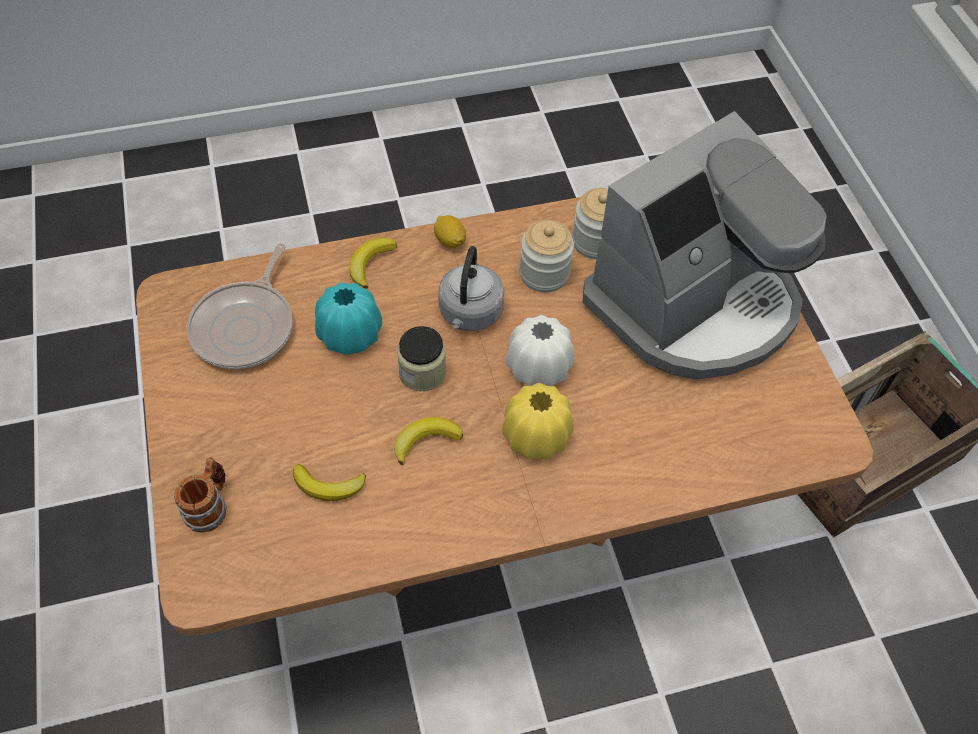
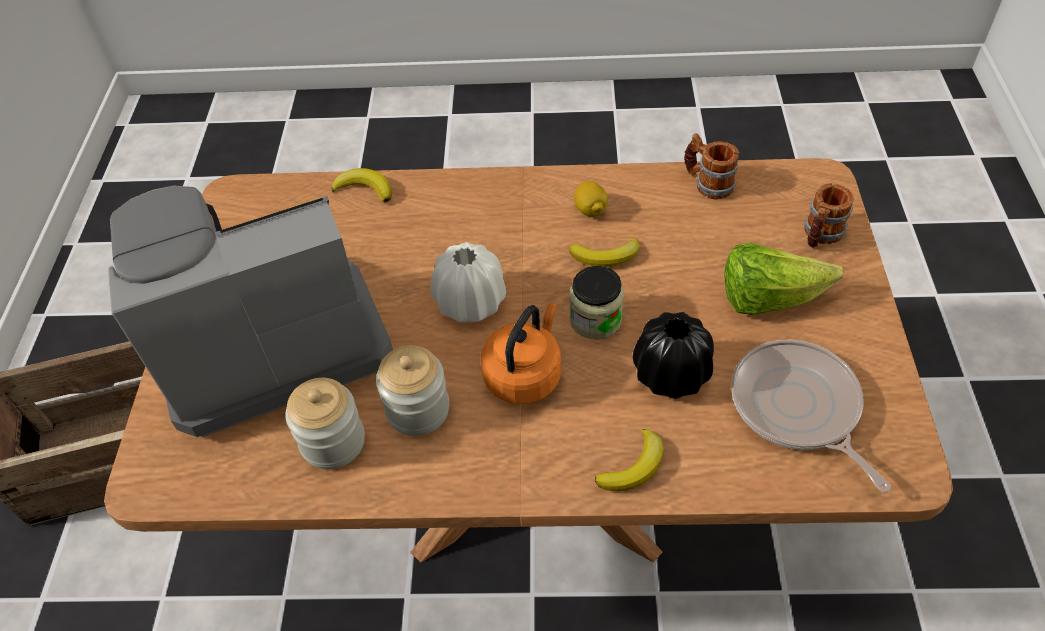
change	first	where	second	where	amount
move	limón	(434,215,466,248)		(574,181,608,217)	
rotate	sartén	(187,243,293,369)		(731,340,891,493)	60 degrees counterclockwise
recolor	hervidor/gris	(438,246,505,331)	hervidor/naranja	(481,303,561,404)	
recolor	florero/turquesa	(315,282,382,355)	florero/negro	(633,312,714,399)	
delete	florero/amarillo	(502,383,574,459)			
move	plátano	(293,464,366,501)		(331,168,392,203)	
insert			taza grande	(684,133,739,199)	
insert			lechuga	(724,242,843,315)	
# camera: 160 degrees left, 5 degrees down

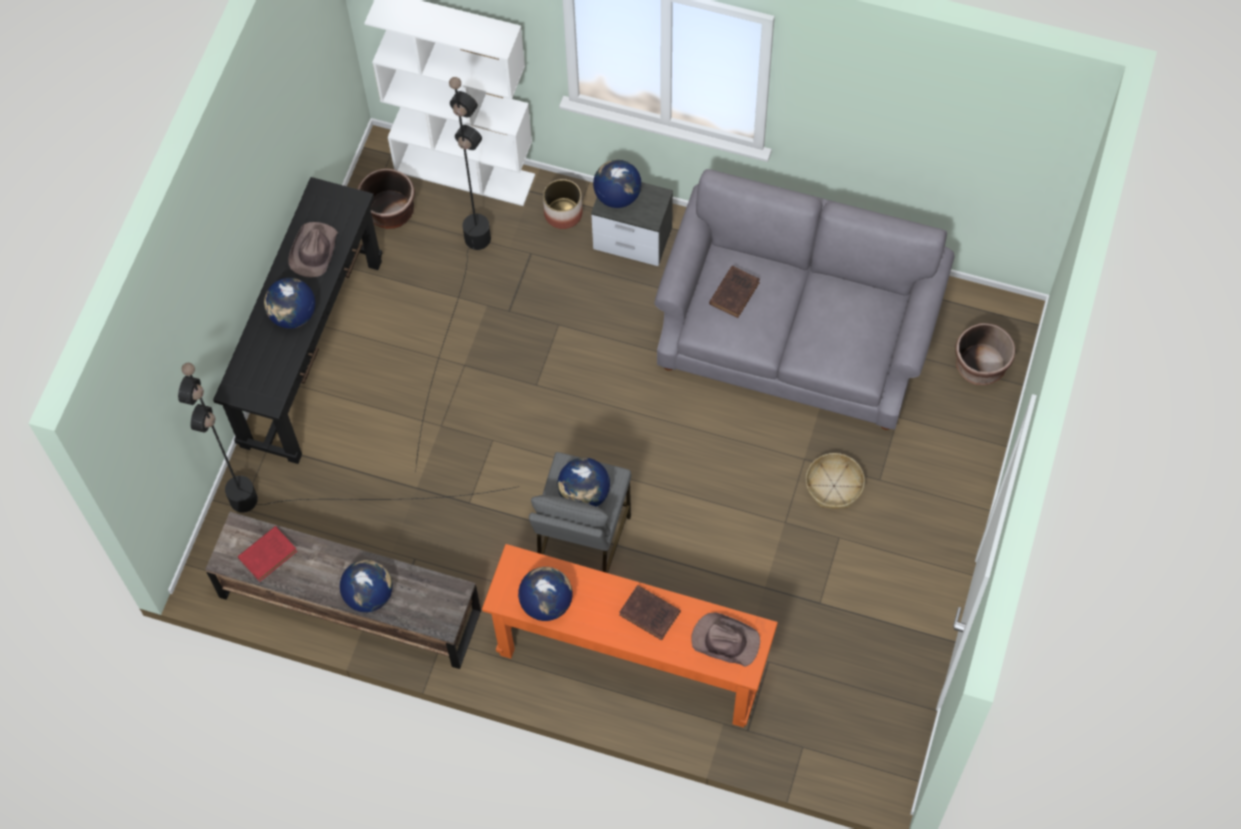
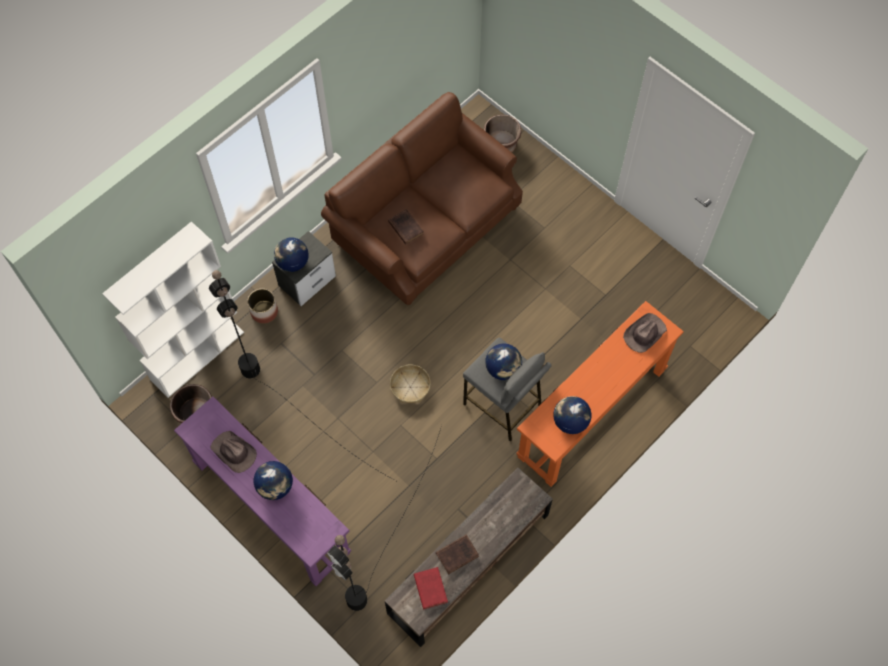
change	first	where	second	where	amount
recolor	sofá/gris	(654,169,955,430)	sofá/marrón	(321,92,523,305)	
recolor	mesa consola/negro	(213,177,382,464)	mesa consola/morado	(174,397,351,586)	
move	cesta	(806,453,865,509)		(390,364,431,403)	
delete	globo terráqueo	(340,560,393,612)			
move	libro/marrón	(619,585,681,640)		(436,535,479,574)	
# camera: 65 degrees left, 0 degrees up

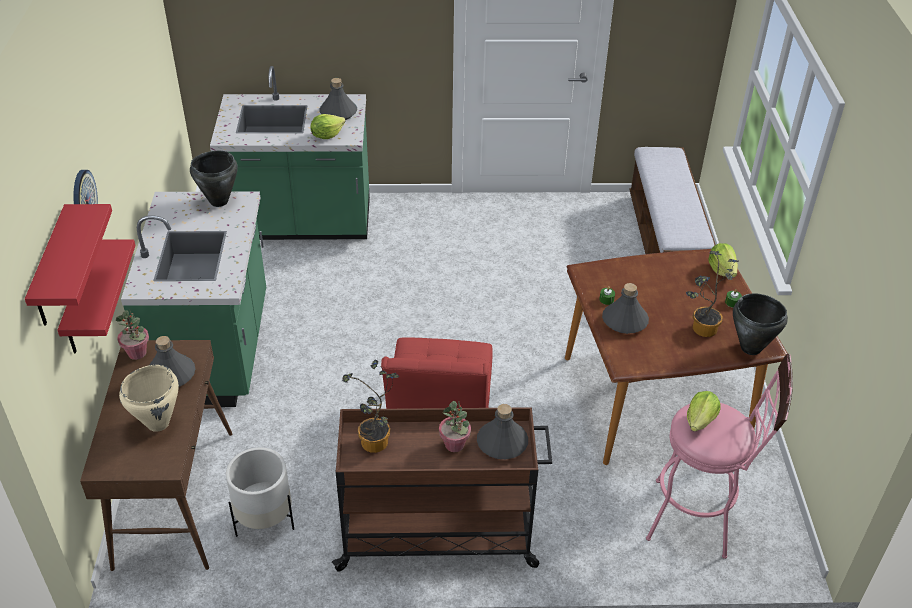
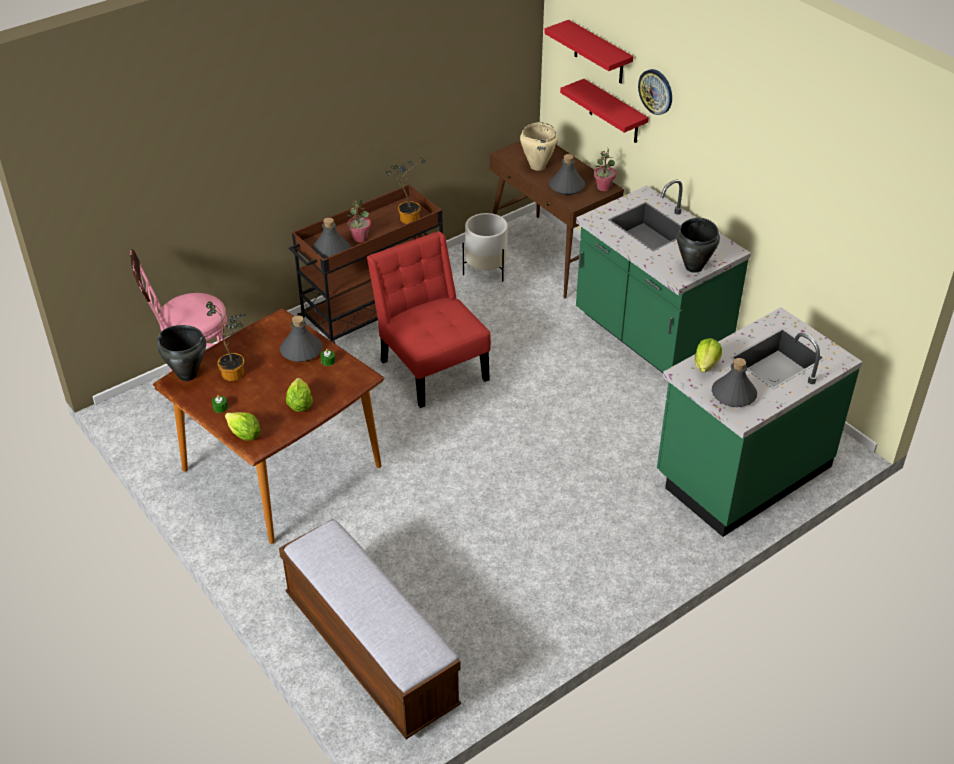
change	first	where	second	where	amount
move	lechuga	(687,391,721,432)		(286,378,313,412)	
# camera: 145 degrees right, 0 degrees up

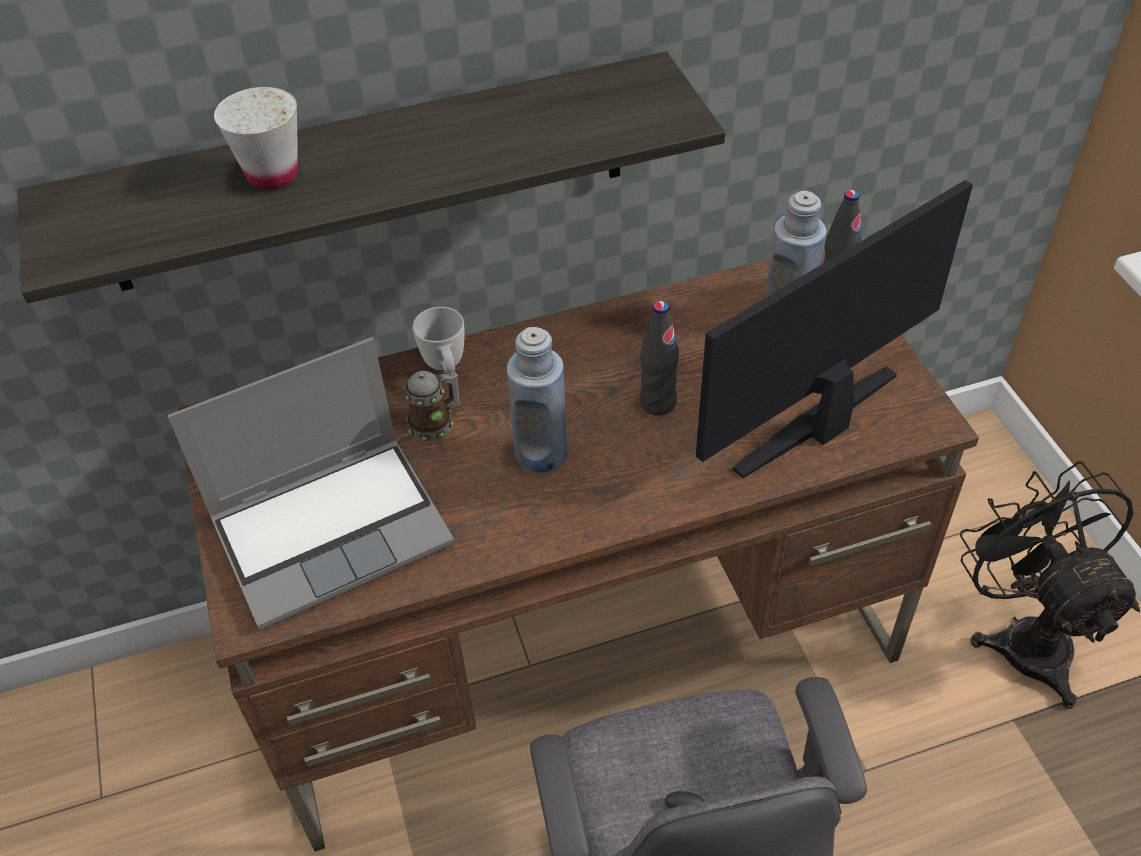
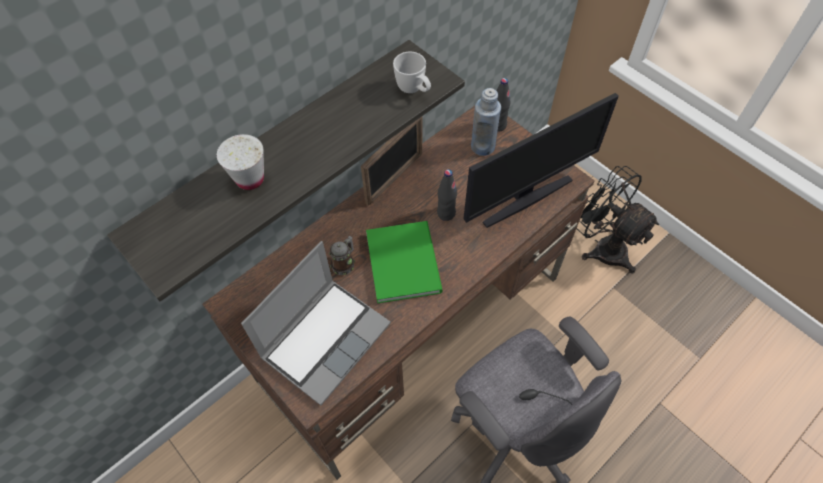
change	first	where	second	where	amount
rotate	monitor	(696,180,973,478)		(464,93,619,228)	150 degrees counterclockwise
move	taza grande/blanco	(412,307,464,373)		(393,52,431,93)	
replace	botella/azul	(507,327,567,473)	libro/verde	(366,221,443,304)	
insert			portarretratos	(361,117,422,206)	
# camera: 25 degrees left, 10 degrees up

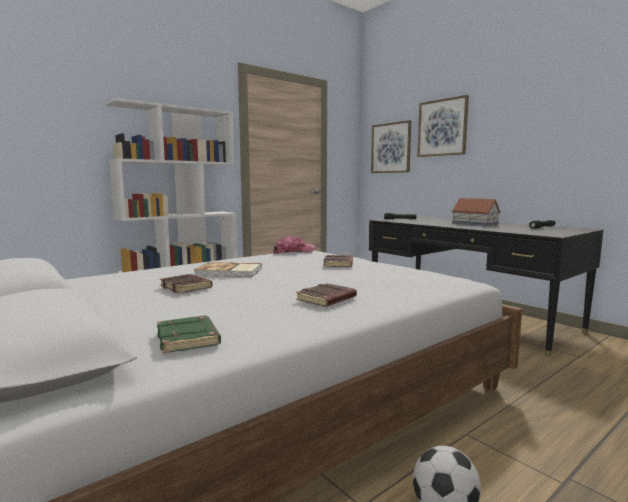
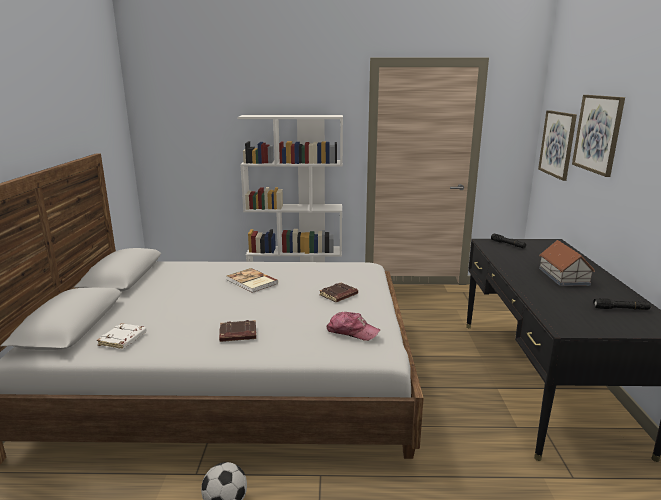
change	first	where	second	where	amount
move	gorra	(273,236,315,254)		(327,312,380,341)	
delete	libro/marrón	(160,274,212,294)			
recolor	libro/verde	(157,316,221,354)	libro/blanco	(97,323,147,349)	
# camera: 40 degrees right, 10 degrees up

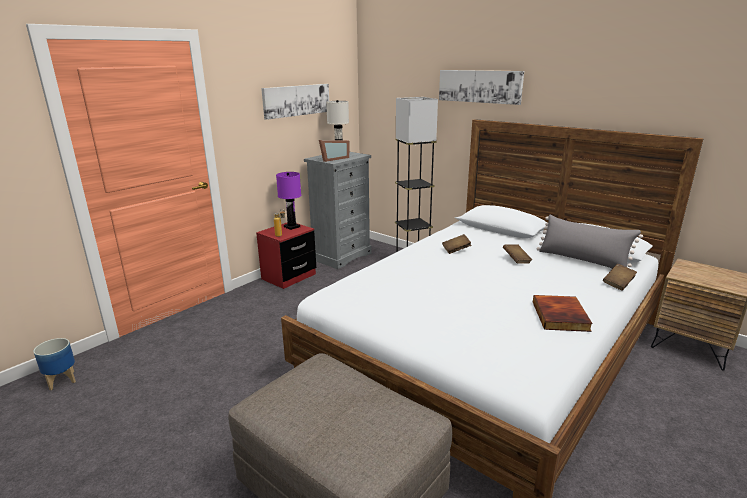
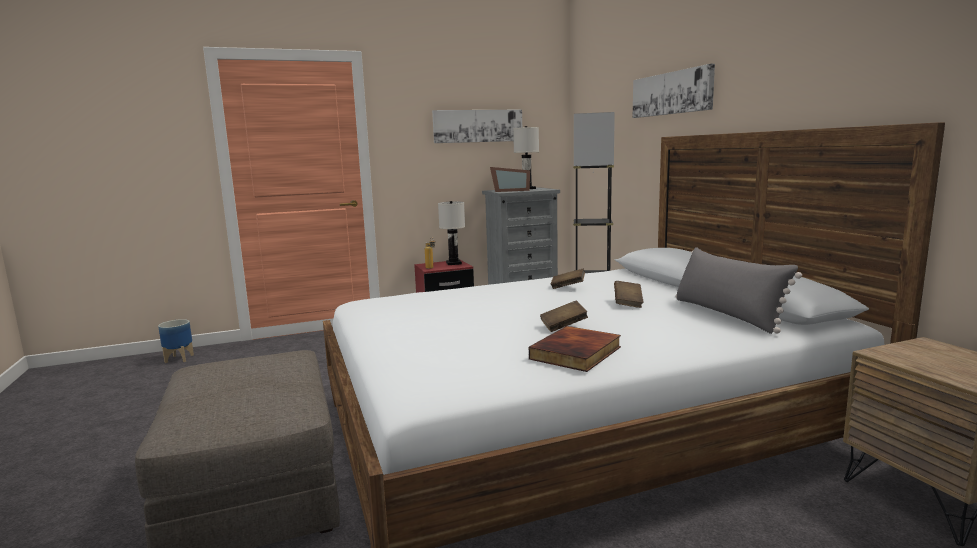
change	first	where	second	where	amount
recolor	lámpara de mesa/morado	(276,172,301,230)	lámpara de mesa/blanco	(438,201,465,265)	
move	libro/marrón	(603,264,637,291)		(540,301,588,332)	
# camera: 30 degrees right, 10 degrees down

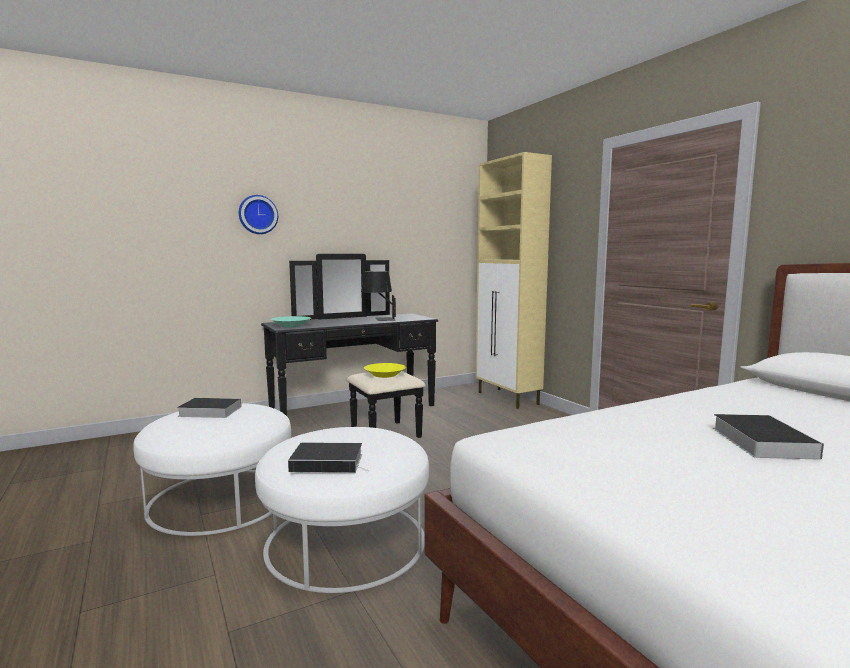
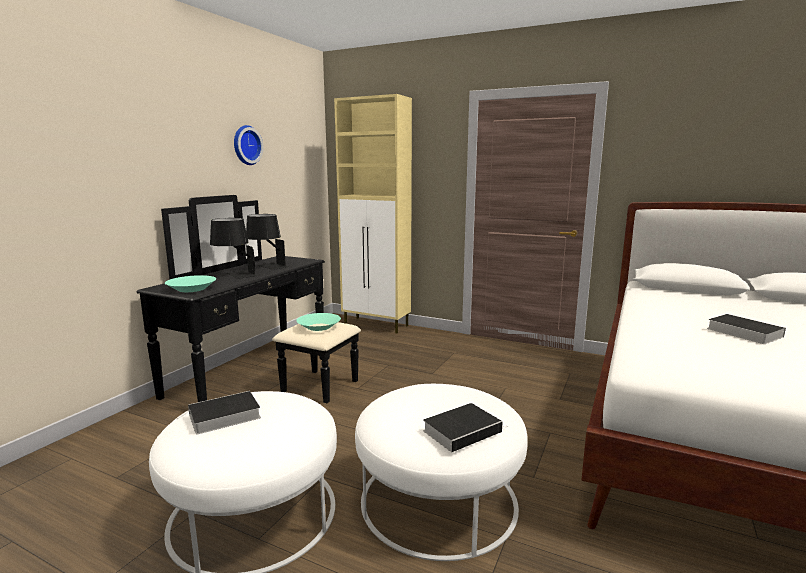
change	first	where	second	where	amount
move	reloj de pared	(239,195,278,234)		(234,125,264,165)	
recolor	cuenco/amarillo	(364,363,406,378)	cuenco/turquesa	(296,313,341,331)	
insert			lámpara de mesa/negro	(210,218,256,279)	
# camera: 35 degrees left, 5 degrees up

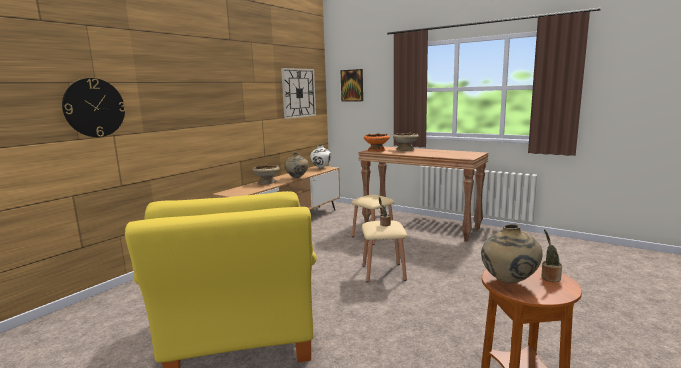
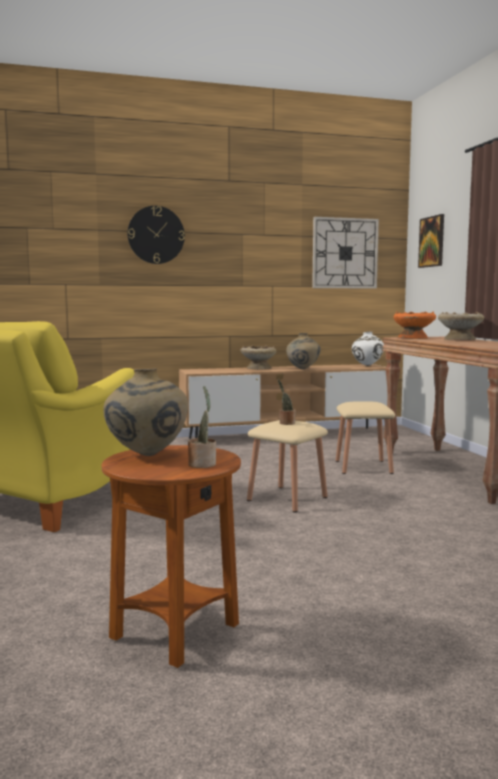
change	first	where	second	where	amount
move	reloj de pared	(62,78,125,137)		(128,206,185,264)	
# camera: 40 degrees right, 5 degrees down

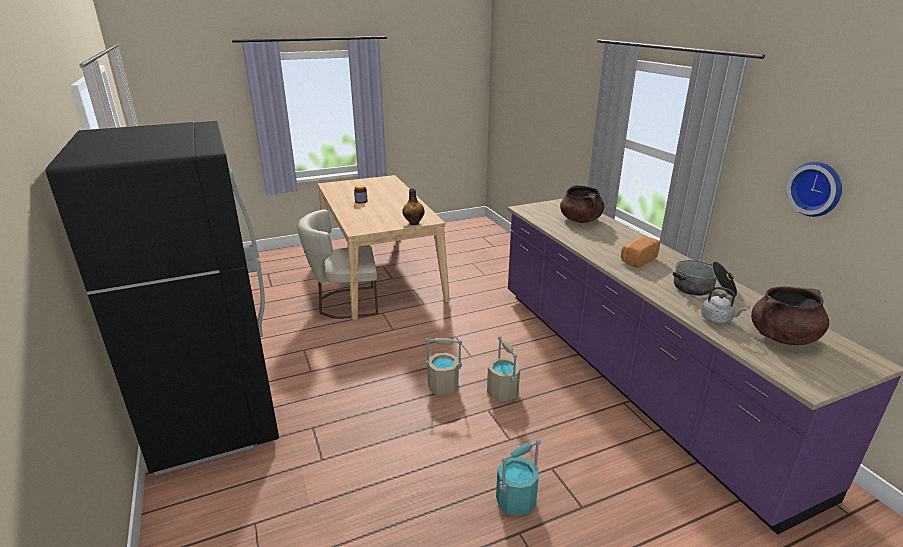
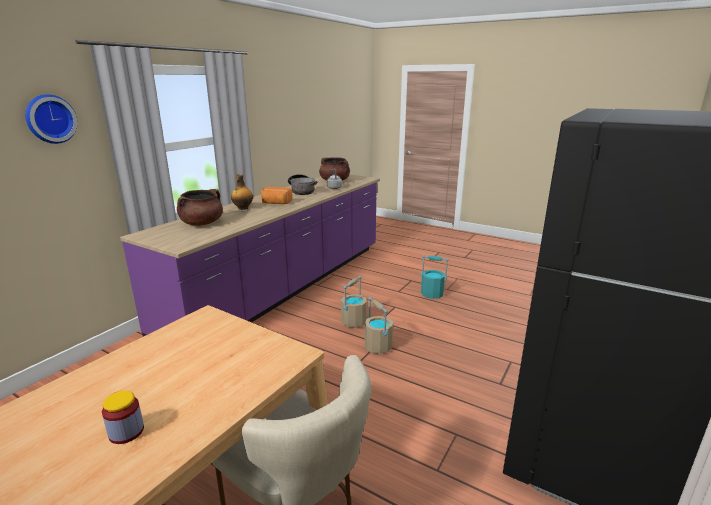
change	first	where	second	where	amount
move	reloj de pared	(787,162,842,217)		(25,94,78,144)	
move	botella	(402,188,425,225)		(231,174,253,210)	
# camera: 125 degrees left, 5 degrees down

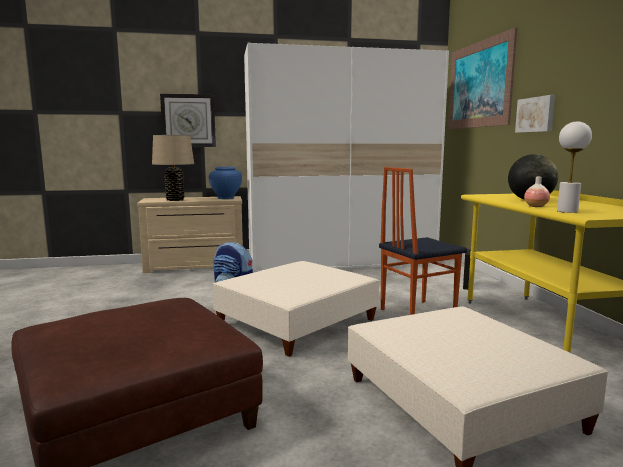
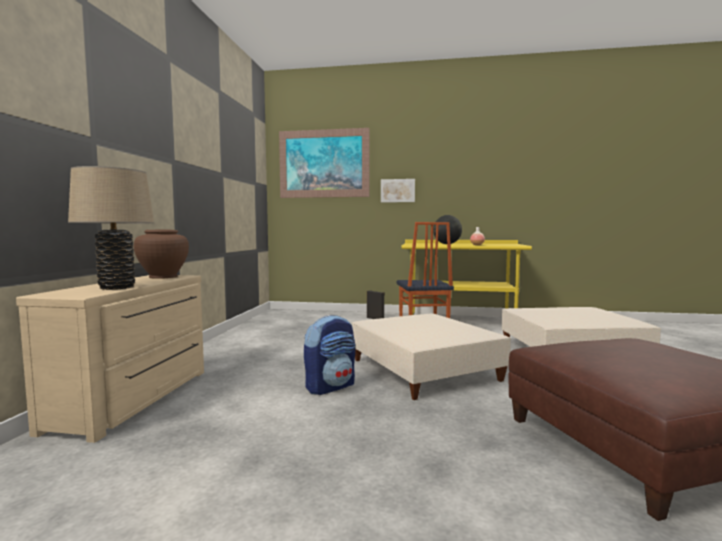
change	first	where	second	where	amount
delete	armario ropero/blanco	(244,43,449,273)			
delete	reloj de pared	(160,93,216,147)			
delete	lámpara de mesa/blanco	(557,122,592,213)			
recolor	florero/azul	(209,167,242,199)	florero/marrón	(134,230,189,279)	
# camera: 70 degrees left, 5 degrees down

